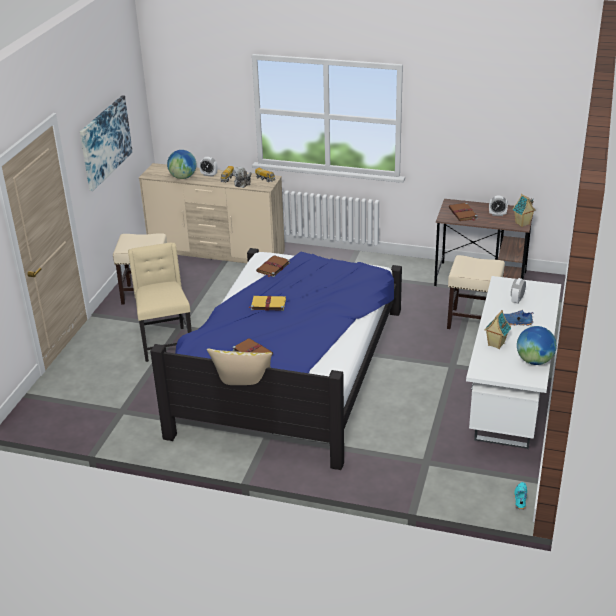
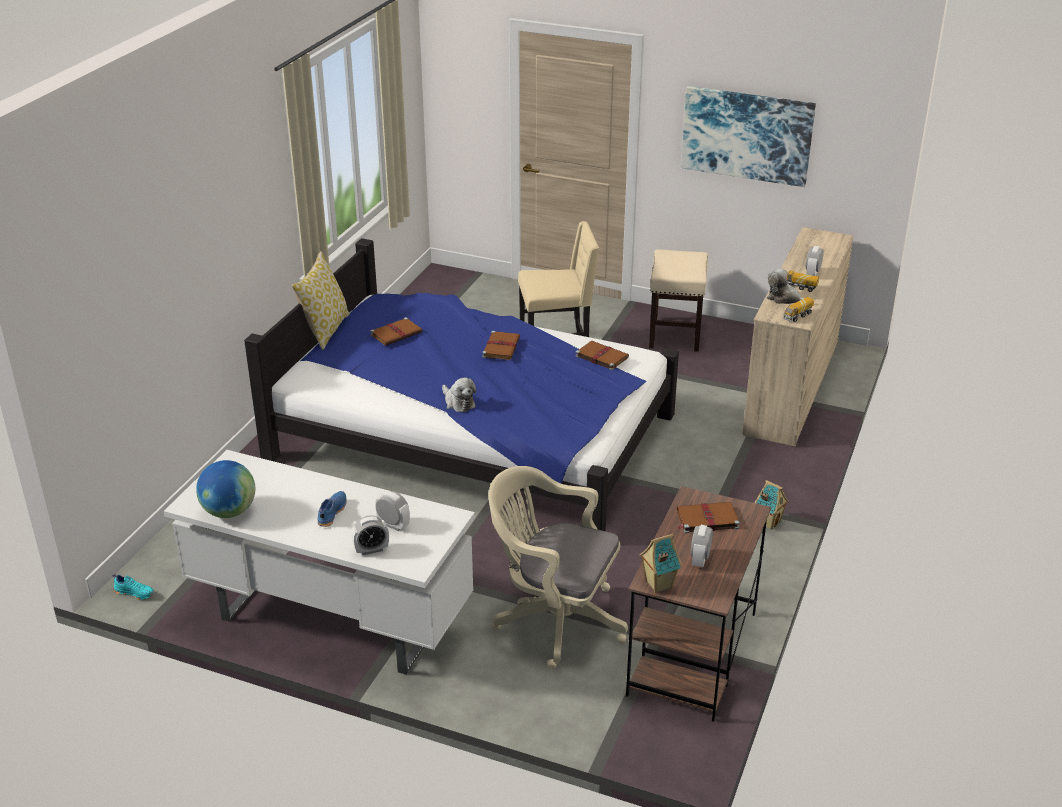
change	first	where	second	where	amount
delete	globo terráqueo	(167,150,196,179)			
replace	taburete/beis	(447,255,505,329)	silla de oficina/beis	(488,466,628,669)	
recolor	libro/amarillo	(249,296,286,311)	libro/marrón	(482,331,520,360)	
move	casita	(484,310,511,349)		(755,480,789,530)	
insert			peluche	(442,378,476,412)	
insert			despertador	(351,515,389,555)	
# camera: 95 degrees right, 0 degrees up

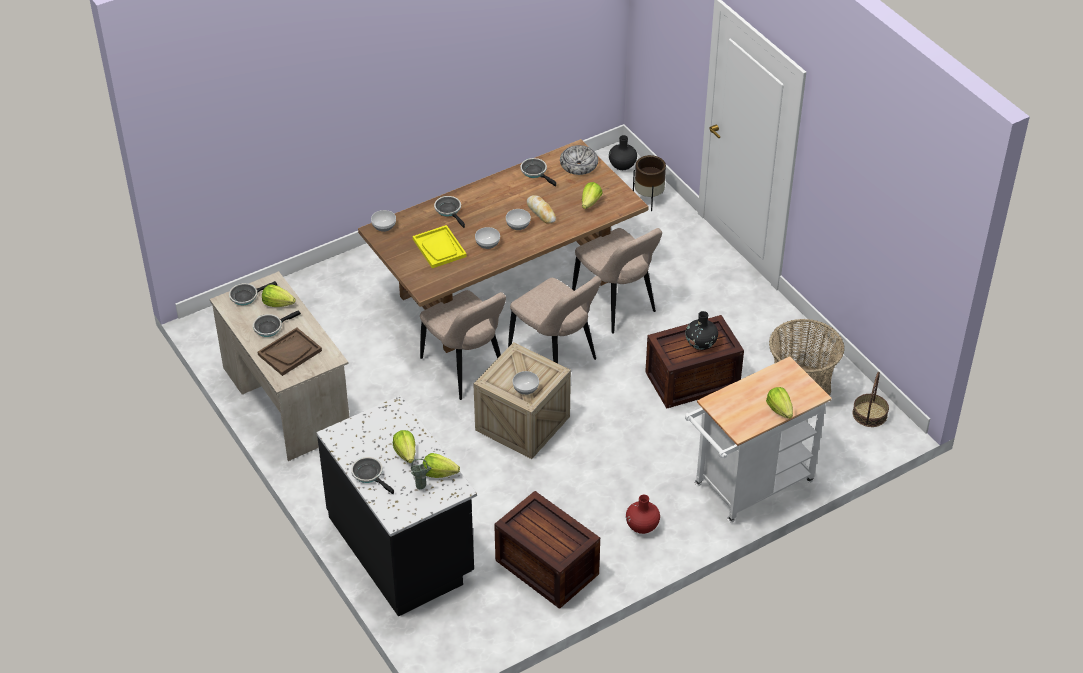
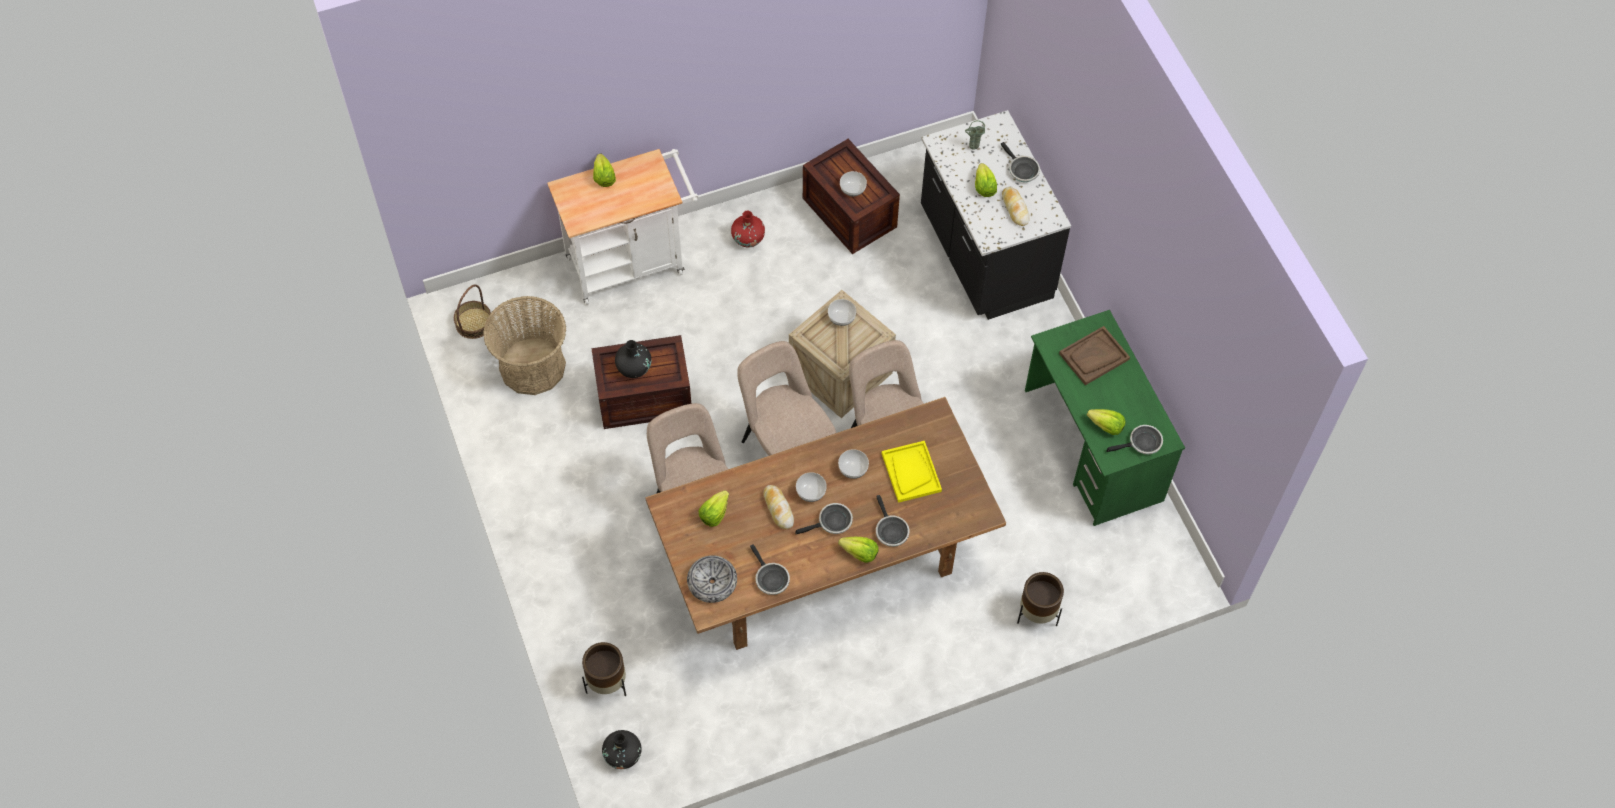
change	first	where	second	where	amount
move	cuenco	(371,210,396,232)		(840,171,867,197)	
recolor	escritorio/beis	(210,271,350,461)	escritorio/verde	(1025,310,1185,526)	
move	sartén	(253,310,301,337)		(795,503,853,534)	
move	lechuga	(422,453,460,478)		(838,537,878,563)	
insert			pan	(1002,187,1030,226)	
insert			maceta/marrón	(1017,572,1064,626)	
# camera: 170 degrees left, 15 degrees up

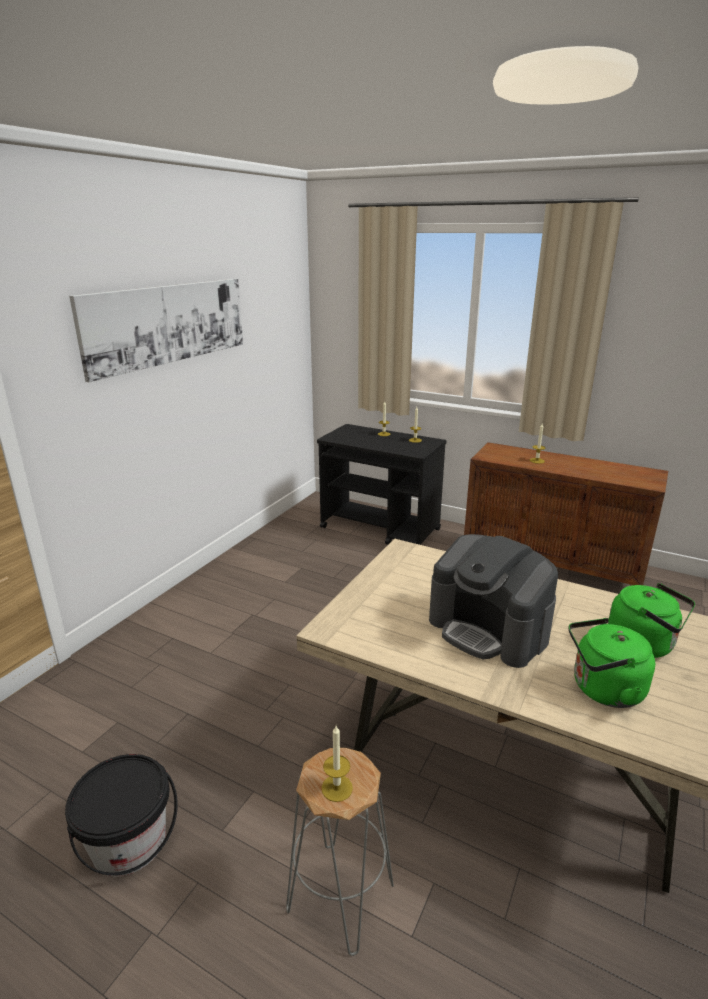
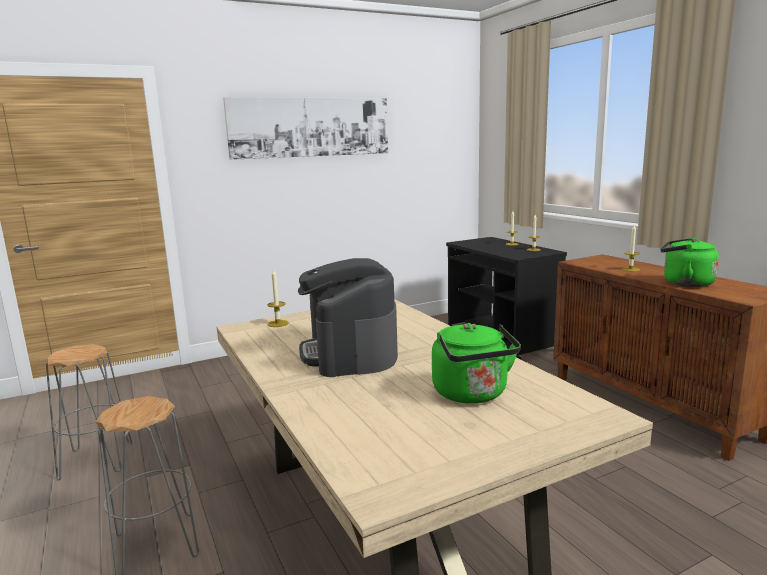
change	first	where	second	where	amount
move	hervidor/verde	(569,618,655,708)		(660,238,719,287)	
move	vela	(322,726,353,802)		(267,269,289,327)	
replace	cubo/negro	(65,754,178,876)	taburete/gris	(46,344,132,480)	
# camera: 35 degrees right, 10 degrees down

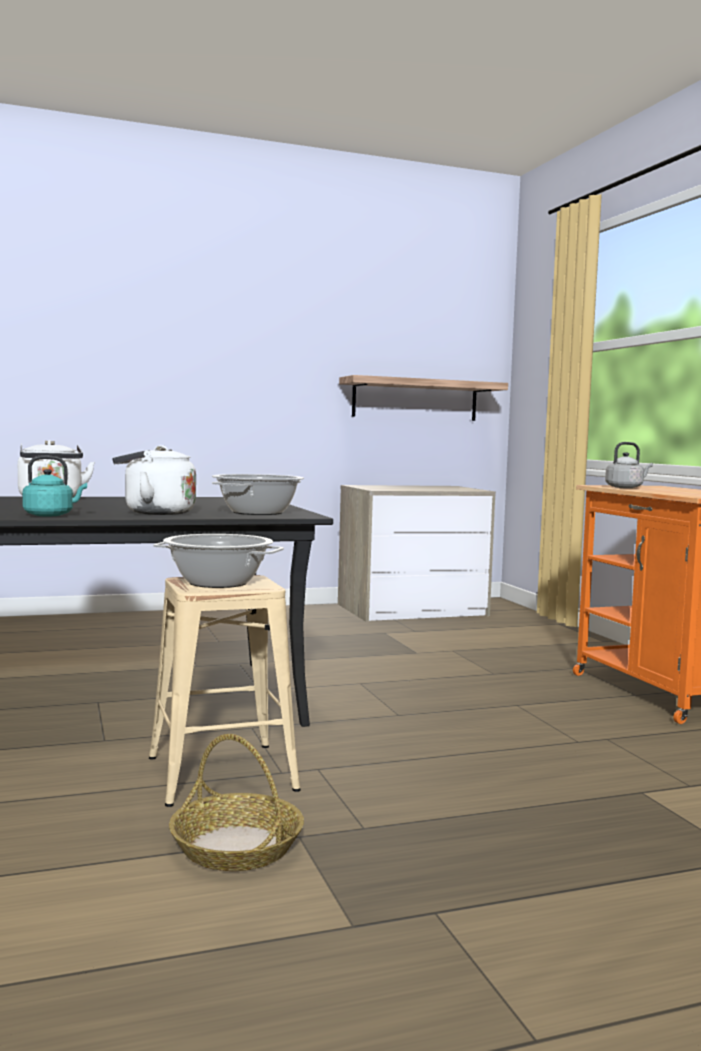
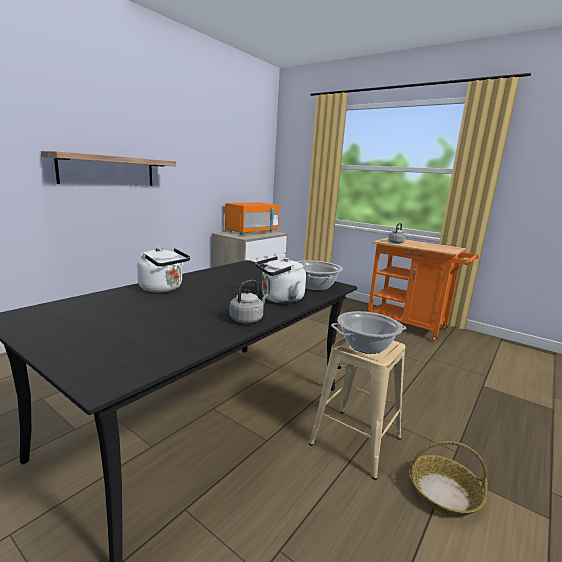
change	first	where	second	where	amount
move	estante	(339,375,508,421)		(41,151,176,186)	
recolor	hervidor/turquesa	(22,455,87,516)	hervidor/gris	(229,280,268,323)	
insert			microondas/naranja	(225,203,279,234)	
# camera: 35 degrees left, 10 degrees up

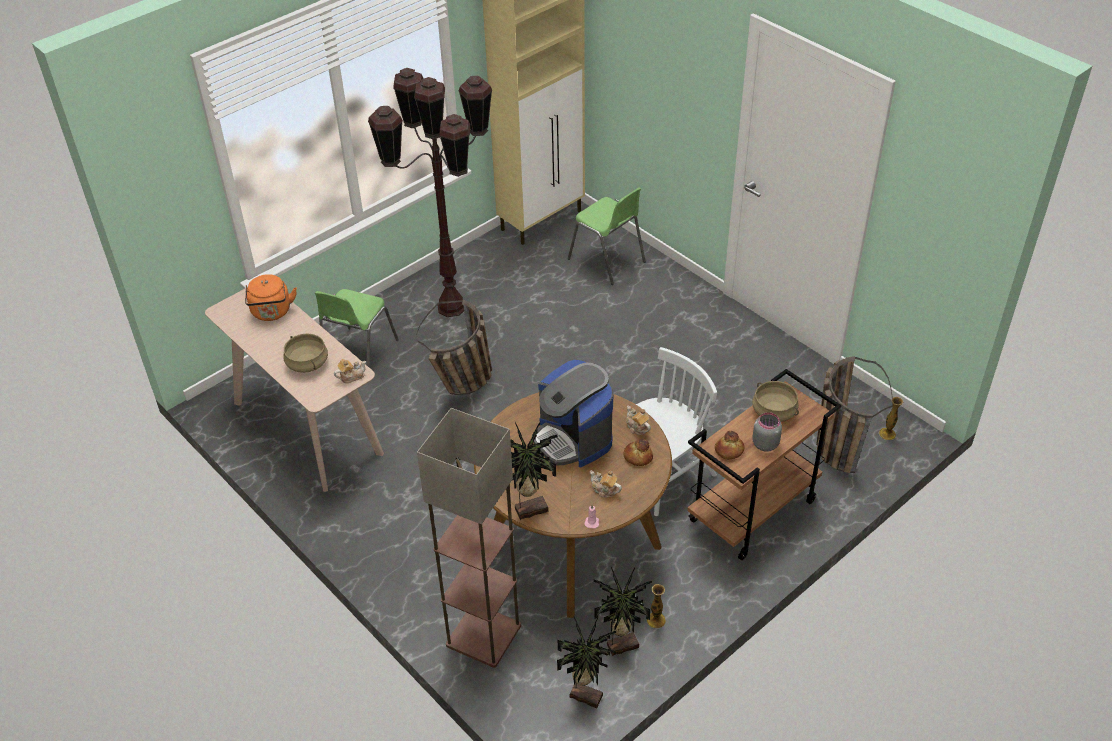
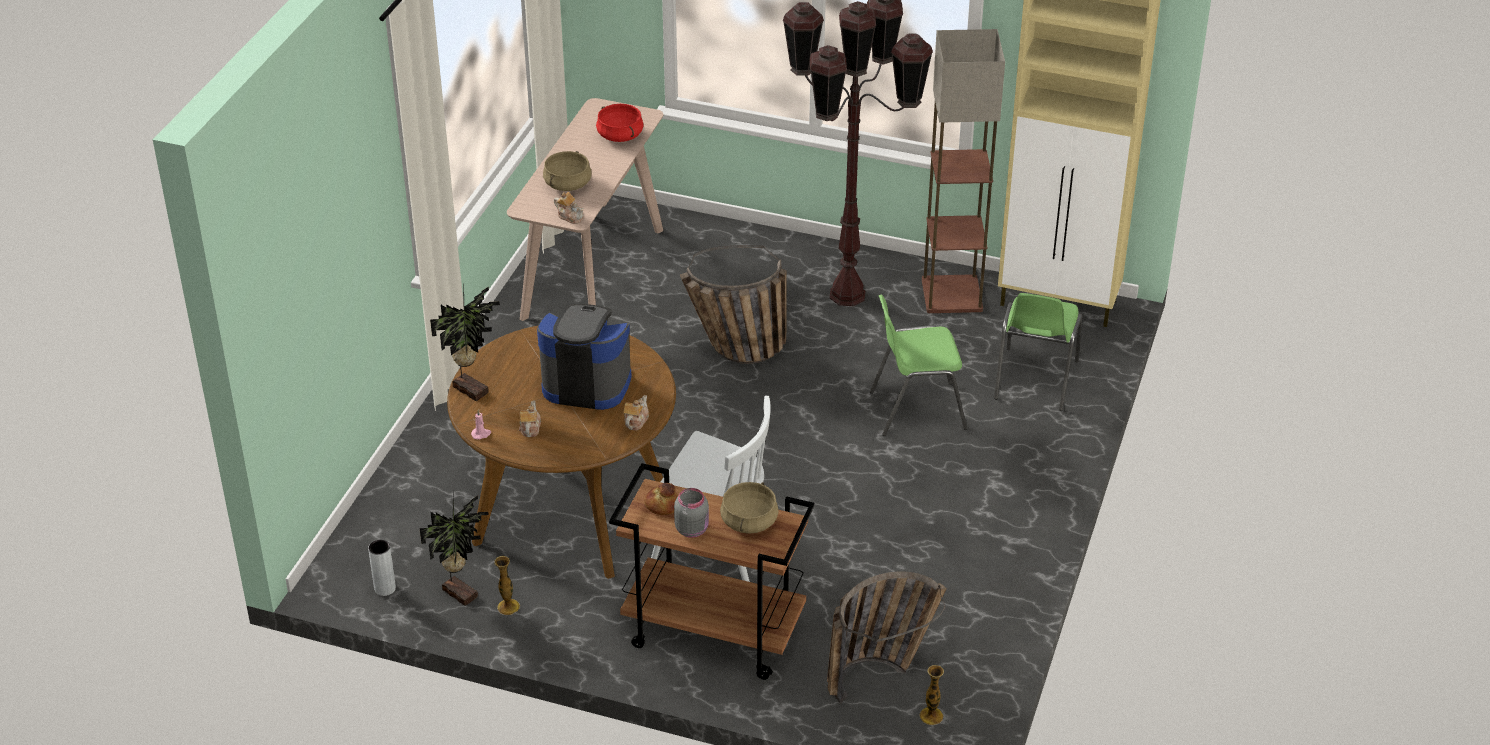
change	first	where	second	where	amount
replace	hervidor/naranja	(245,274,297,321)	olla/rojo	(596,104,644,142)	
move	silla/verde	(315,289,399,368)		(870,295,968,436)	
rotate	cafetera	(532,360,614,467)		(537,304,632,410)	75 degrees clockwise
move	lámpara de pie	(417,408,521,668)		(922,29,1005,313)	
delete	pan	(624,439,653,466)			
replace	planta en maceta	(557,617,617,708)	florero/gris	(368,540,396,596)	
# camera: 60 degrees right, 5 degrees down

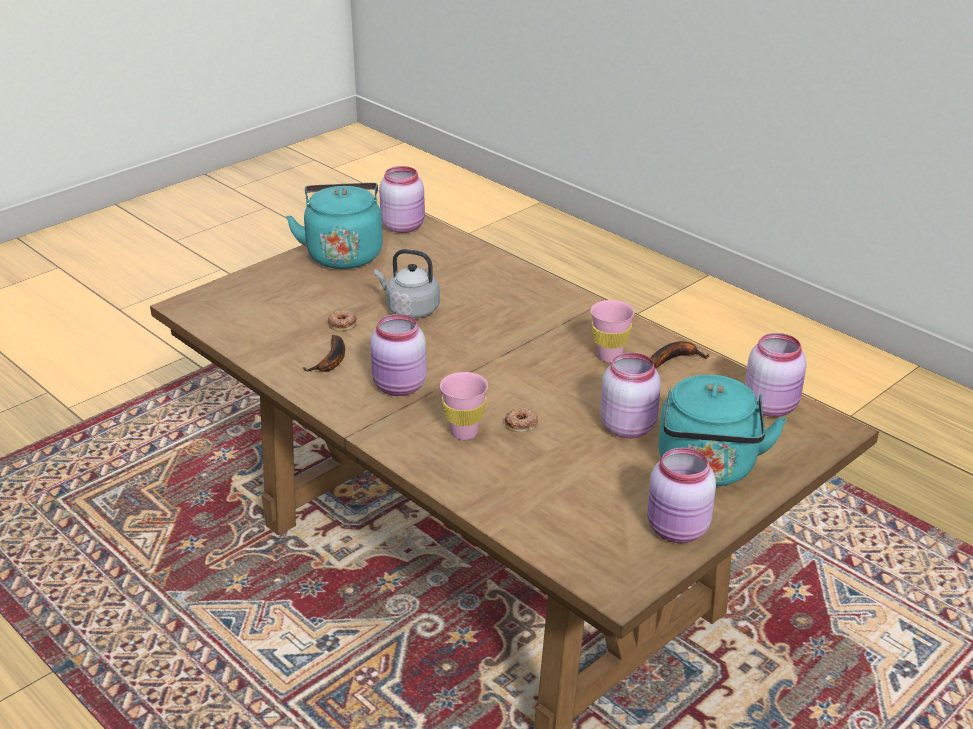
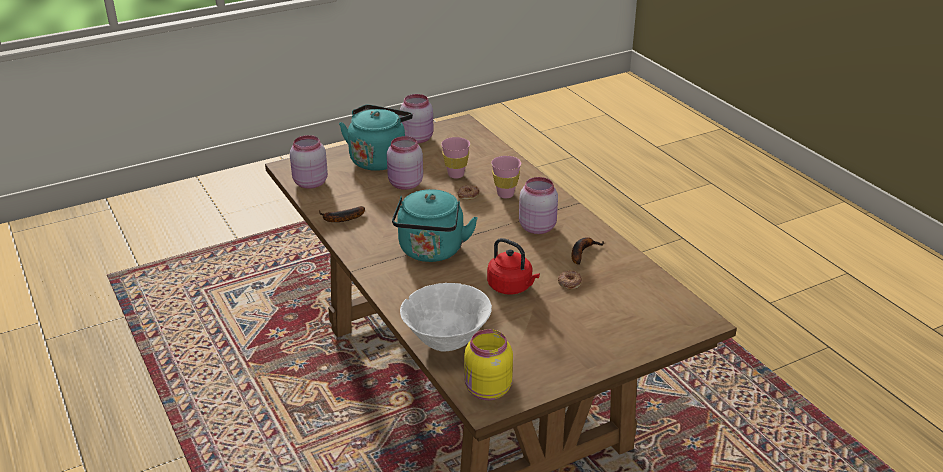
change	first	where	second	where	amount
recolor	tarro/rosa	(379,166,425,233)	tarro/amarillo	(464,329,513,400)	
move	hervidor/turquesa	(286,183,383,269)		(392,189,478,262)	
recolor	hervidor/gris	(374,249,440,318)	hervidor/rojo	(487,238,540,295)	
move	taza/rosa	(591,300,635,362)		(441,137,470,179)	
insert			cuenco/blanco	(400,283,492,351)	
# camera: 165 degrees left, 0 degrees up

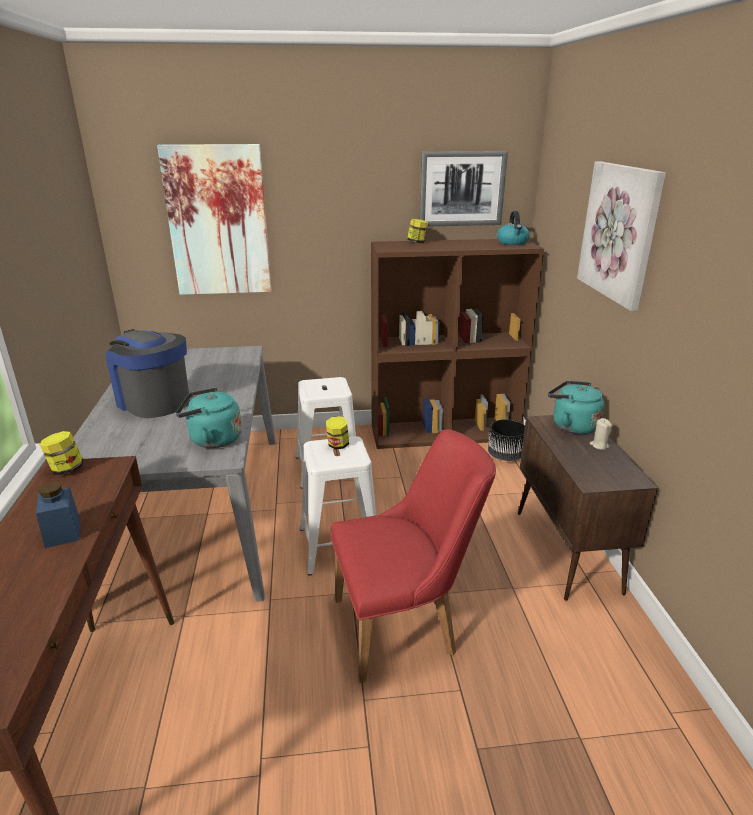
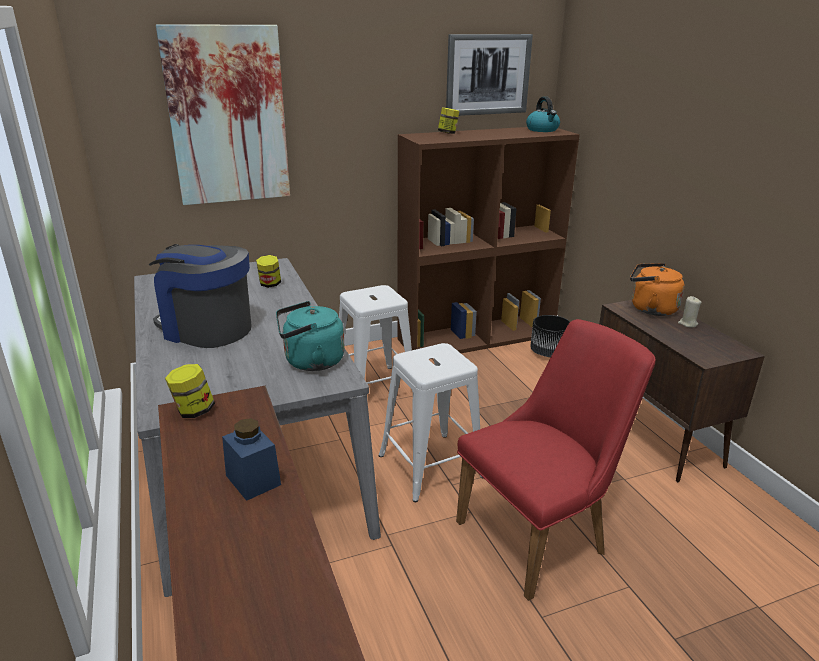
change	first	where	second	where	amount
delete	cuadro	(577,161,666,311)			
recolor	hervidor/turquesa	(548,381,605,434)	hervidor/naranja	(630,263,685,316)	
move	tarro	(326,416,349,449)		(256,255,281,288)	
# camera: 15 degrees left, 0 degrees up

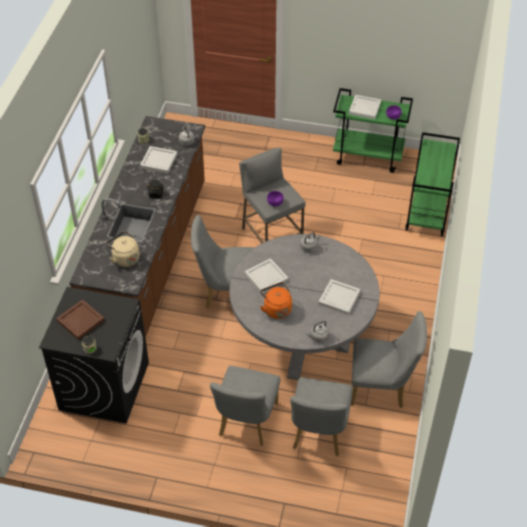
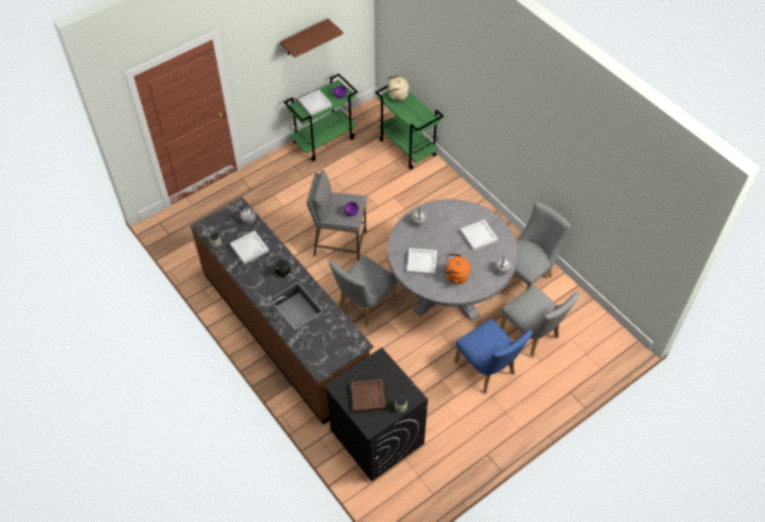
change	first	where	second	where	amount
move	hervidor/beis	(106,231,140,267)		(386,75,409,101)	
recolor	silla/gris	(210,366,280,446)	silla/azul	(455,319,532,393)	
insert			estante/marrón	(280,19,343,58)	
# camera: 50 degrees left, 5 degrees up

